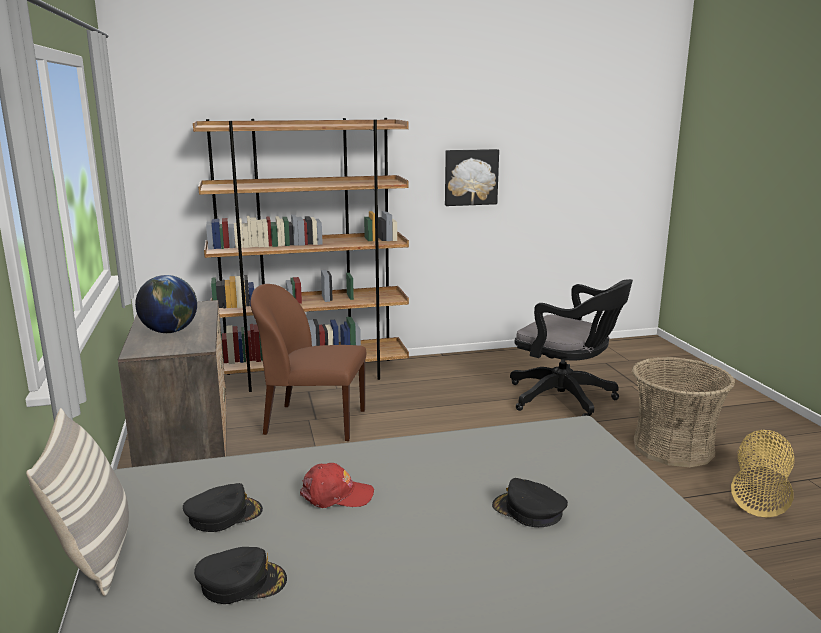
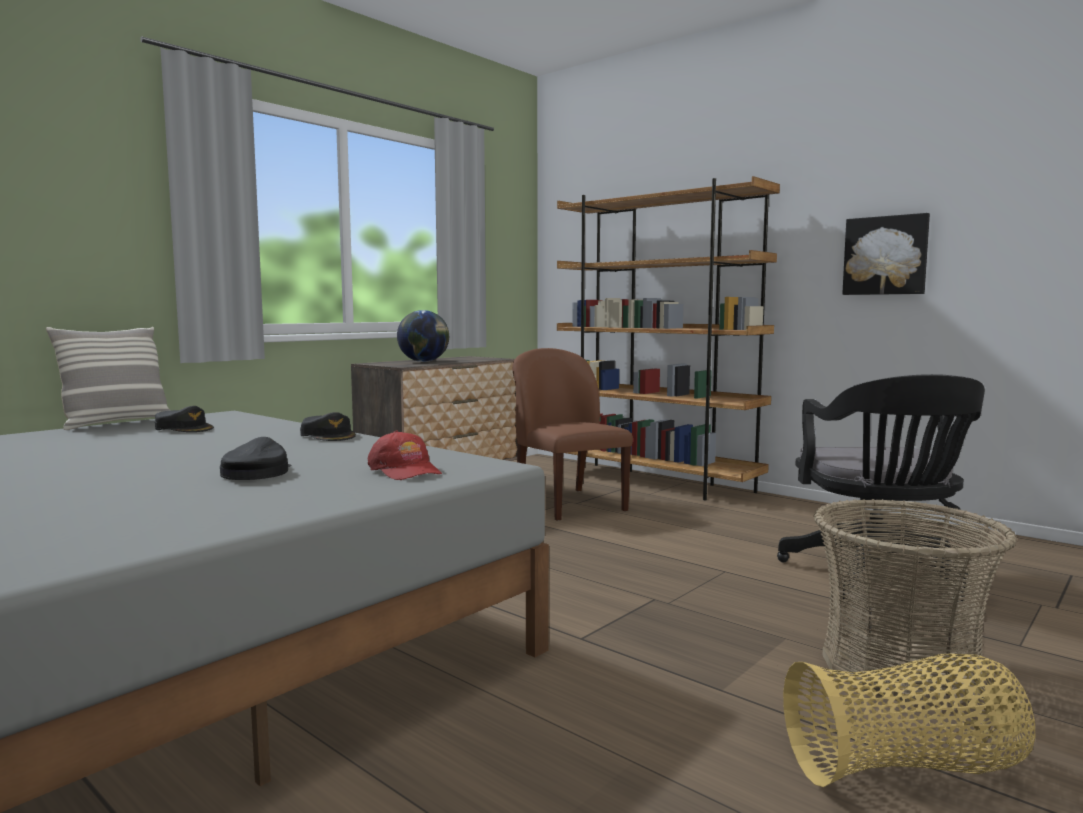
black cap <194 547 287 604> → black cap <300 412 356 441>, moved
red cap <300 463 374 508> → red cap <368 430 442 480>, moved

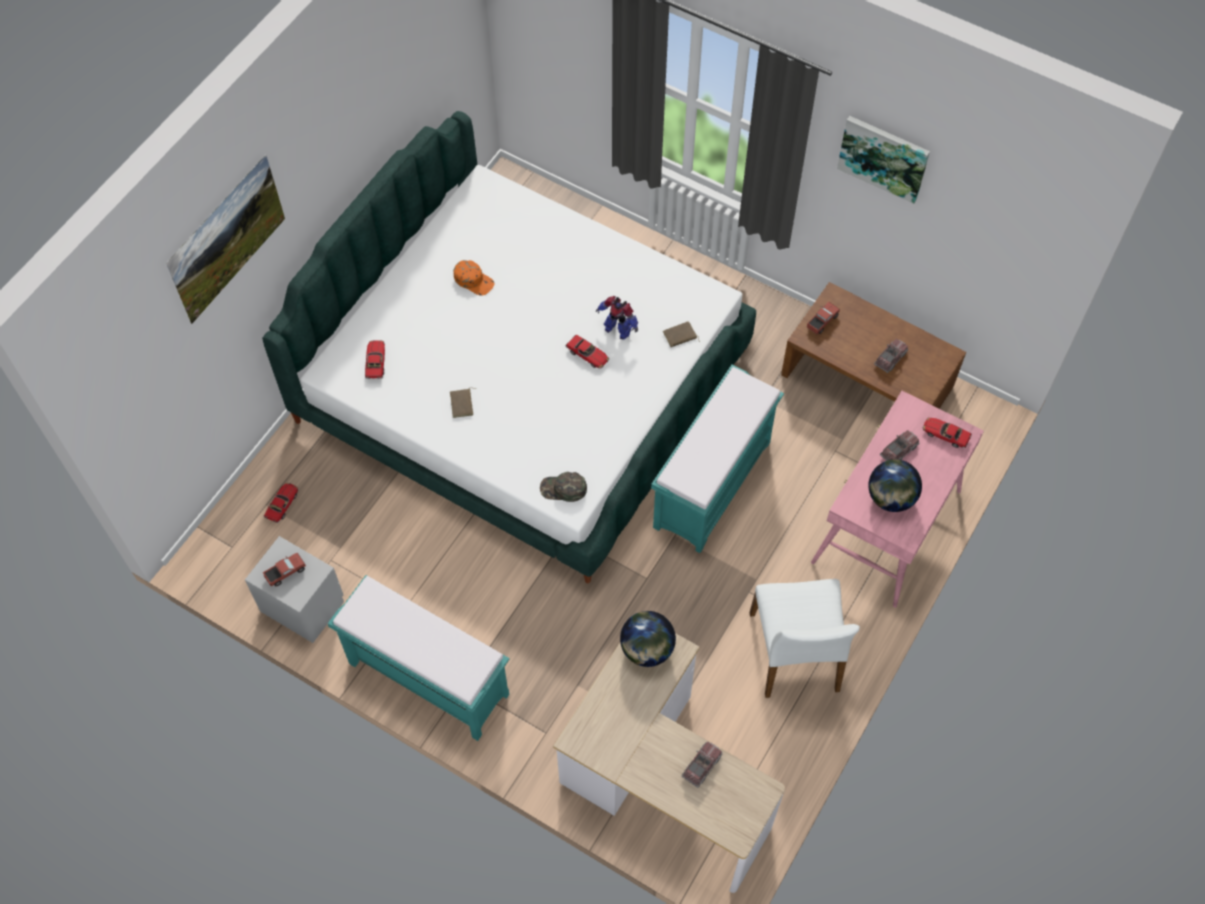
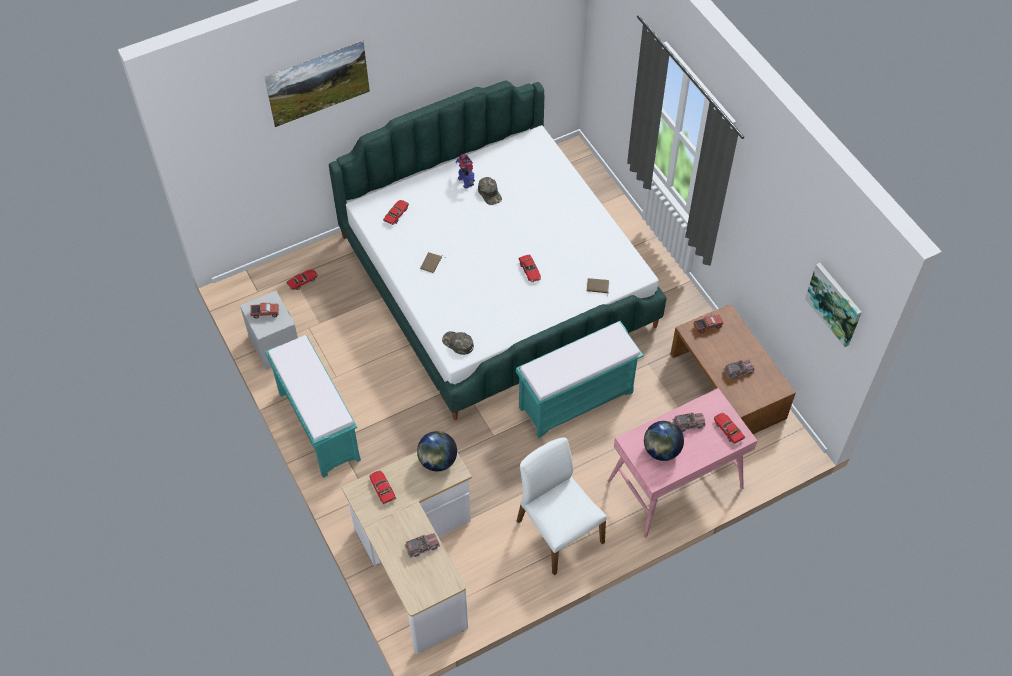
orange cap <454 260 495 296> → green cap <478 177 502 205>
toy robot <596 296 638 340> → toy robot <455 154 475 189>, moved
white chair <750 579 860 698> → white chair <517 437 607 575>, 120 degrees clockwise
picture <837 116 930 204> → picture <805 263 862 347>, moved
- → toy car <369 470 396 504>

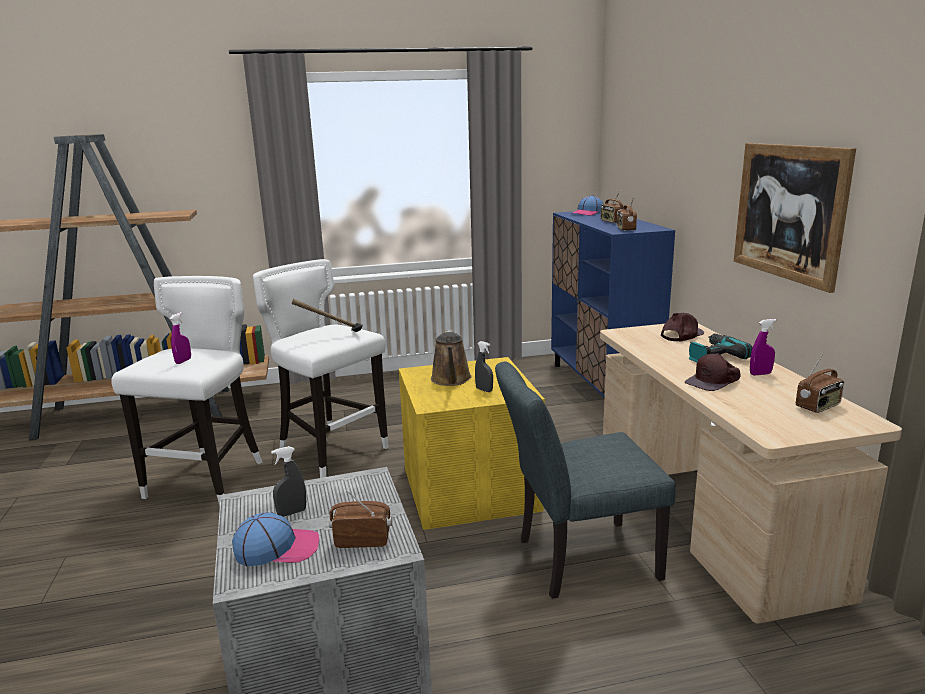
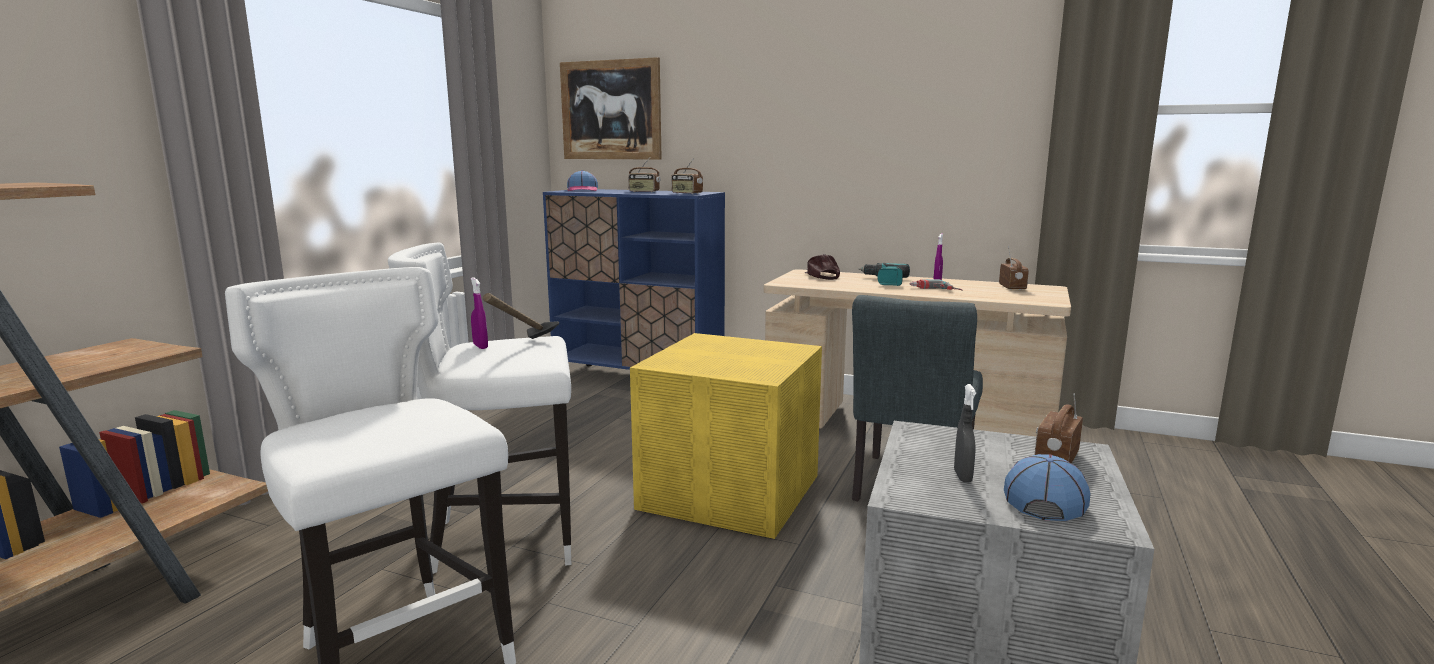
purple spray bottle <170 312 191 364> → purple spray bottle <471 277 488 349>, moved
brown watering can <431 330 472 386> → -
grey spray bottle <475 341 493 392> → -
brown cap <685 353 741 391> → power drill <910 279 963 291>
picture <733 143 856 293> → picture <560 57 662 160>, moved

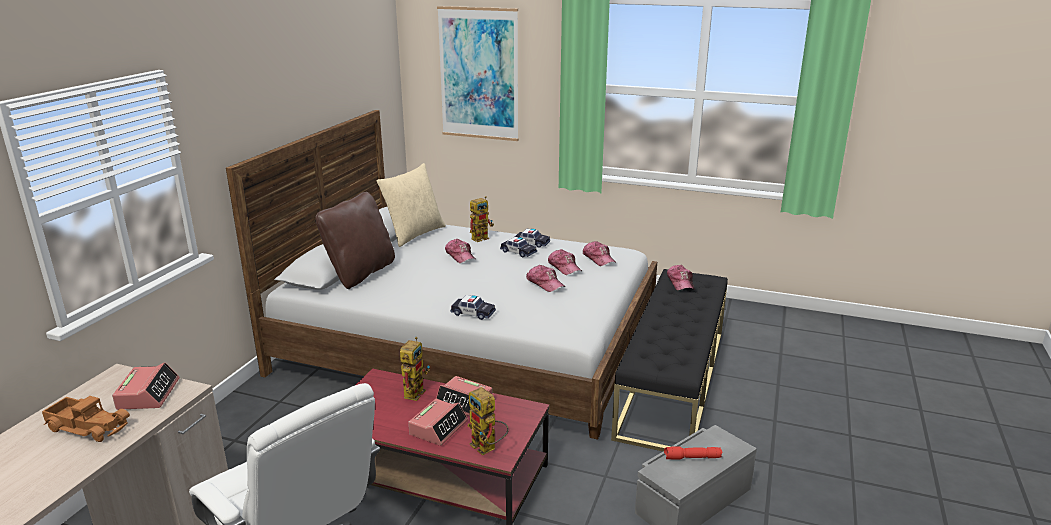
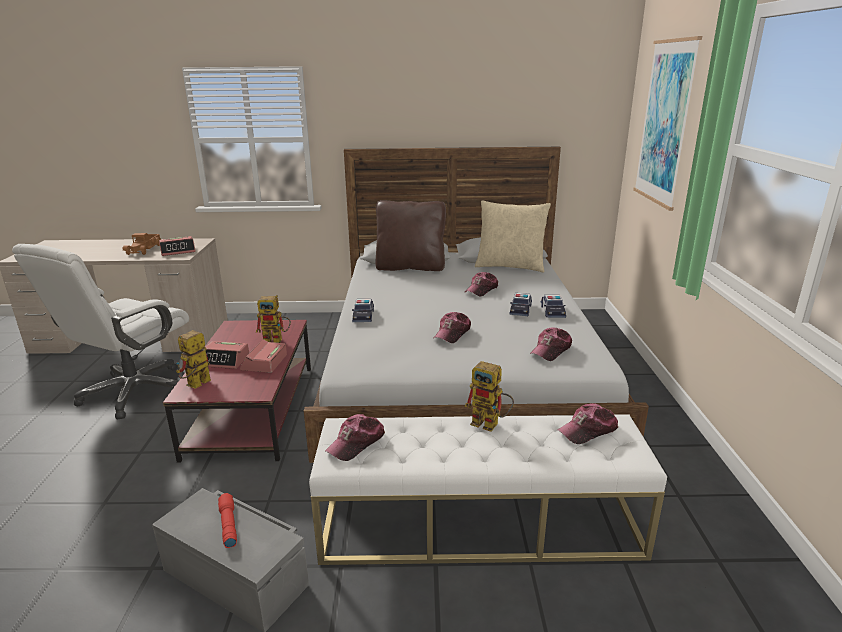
toy robot <470 196 494 242> → toy robot <465 361 514 432>, moved
cap <548 249 582 275> → cap <325 414 385 461>, moved
black bench <611 269 728 451> → white bench <309 414 667 565>

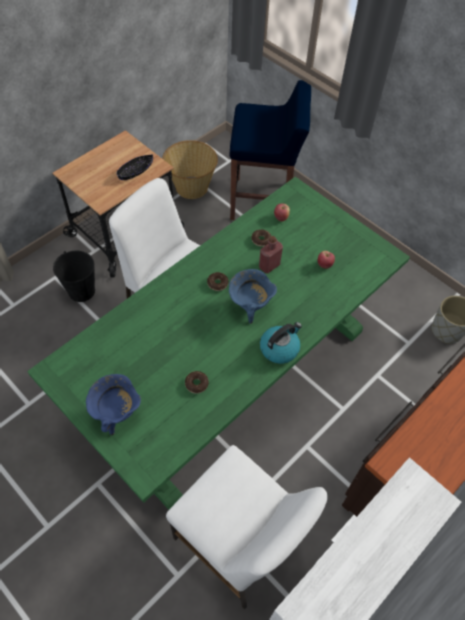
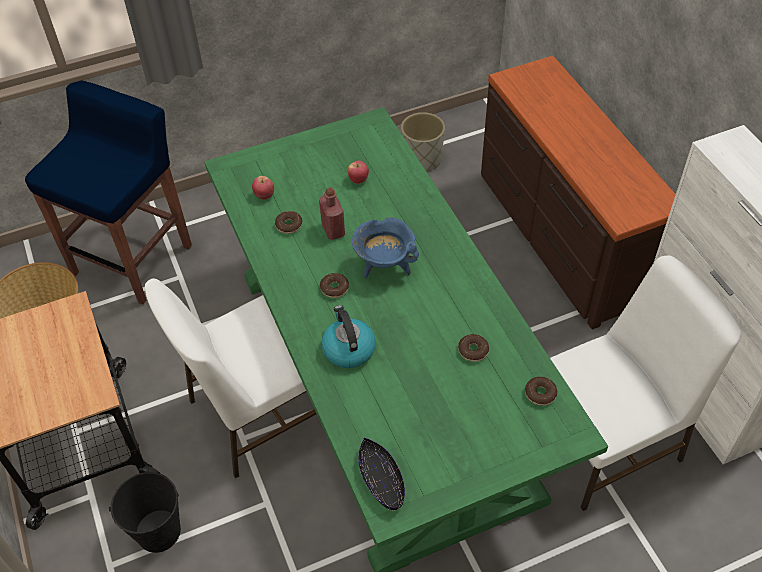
blue cooking pot <86 374 141 435> → -
black bowl <117 154 153 180> → black bowl <358 437 405 510>, moved
kettle <260 322 302 364> → kettle <321 305 376 368>, moved
- → donut <525 377 557 406>

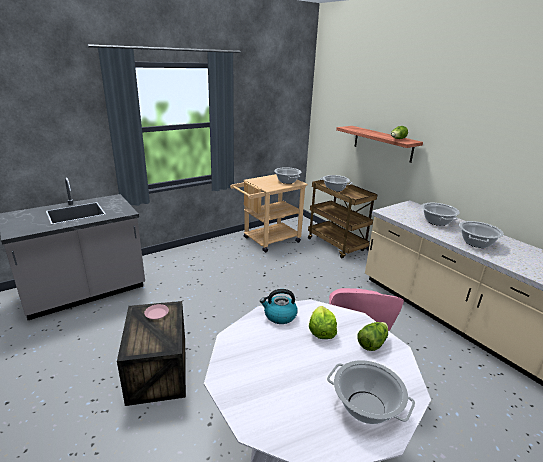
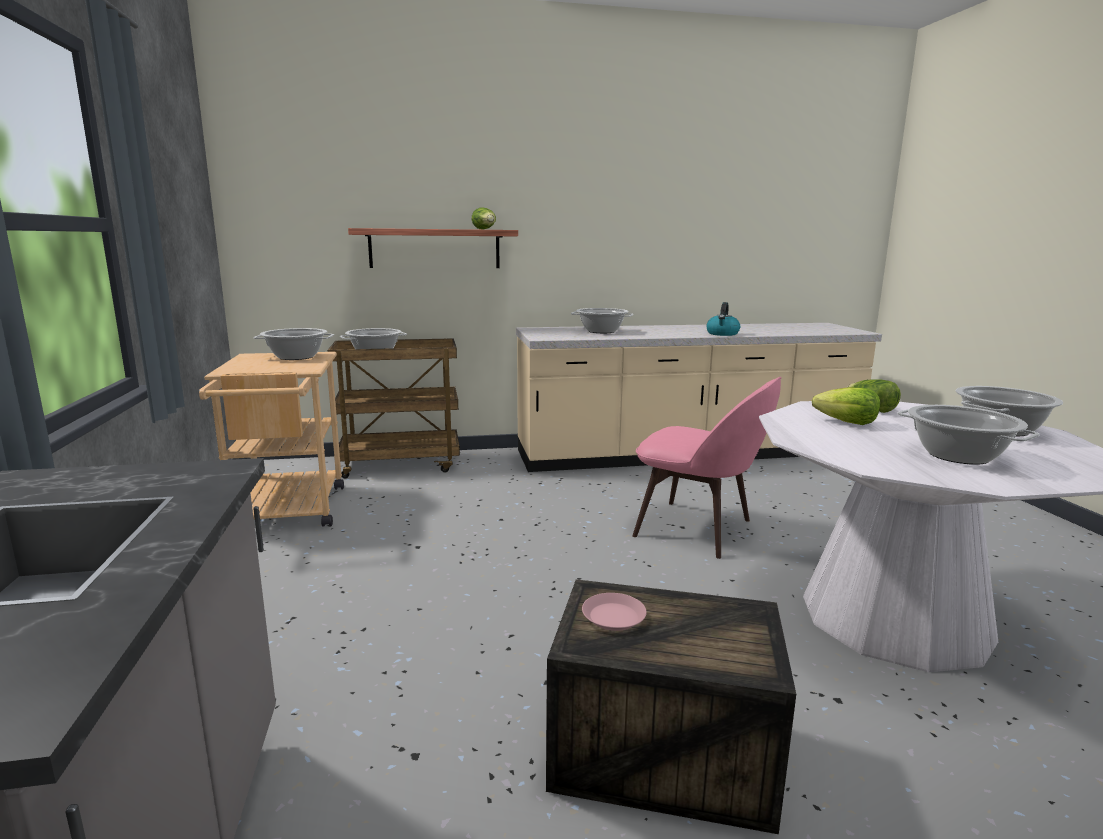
kettle <260 289 298 324> → kettle <706 302 740 336>, moved
cooking pot <459 221 504 248> → cooking pot <897 405 1040 465>, moved

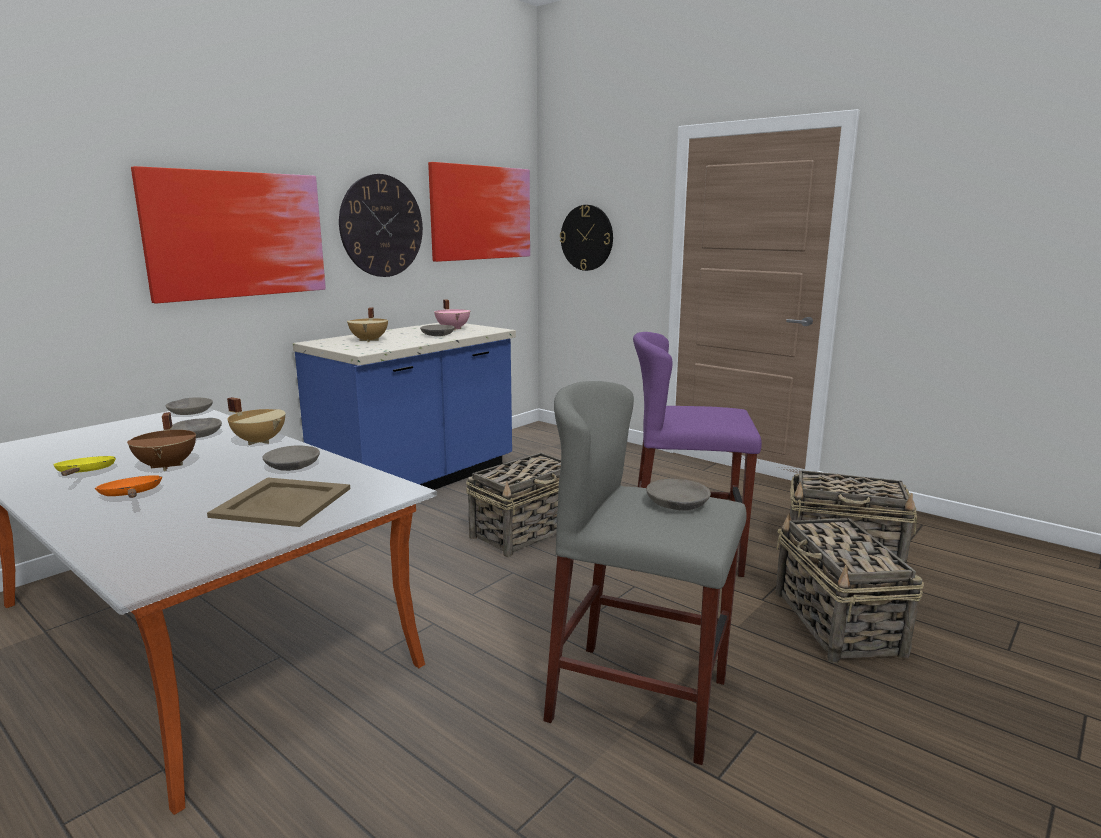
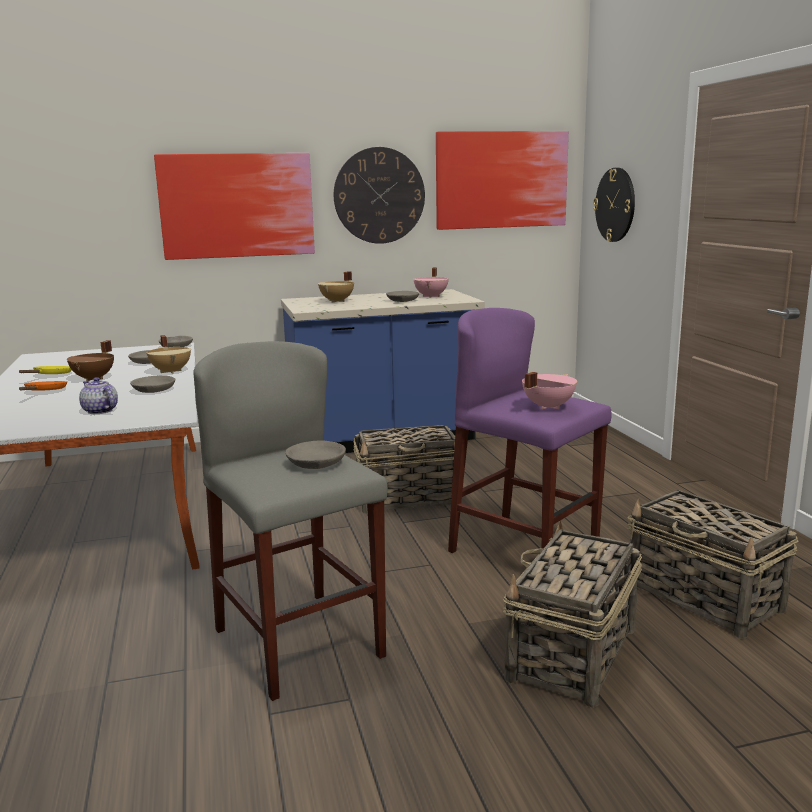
beige tray <207 477 350 527> → teapot <79 377 118 414>
- → pink cooking pot <522 372 577 410>

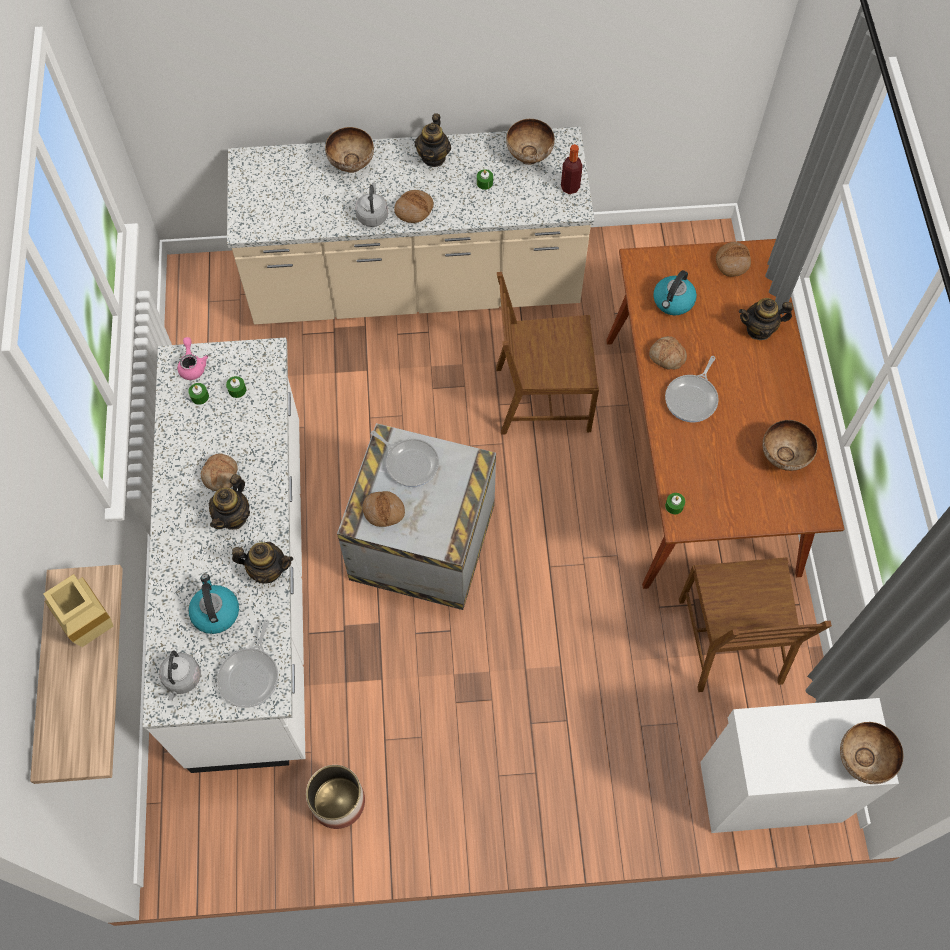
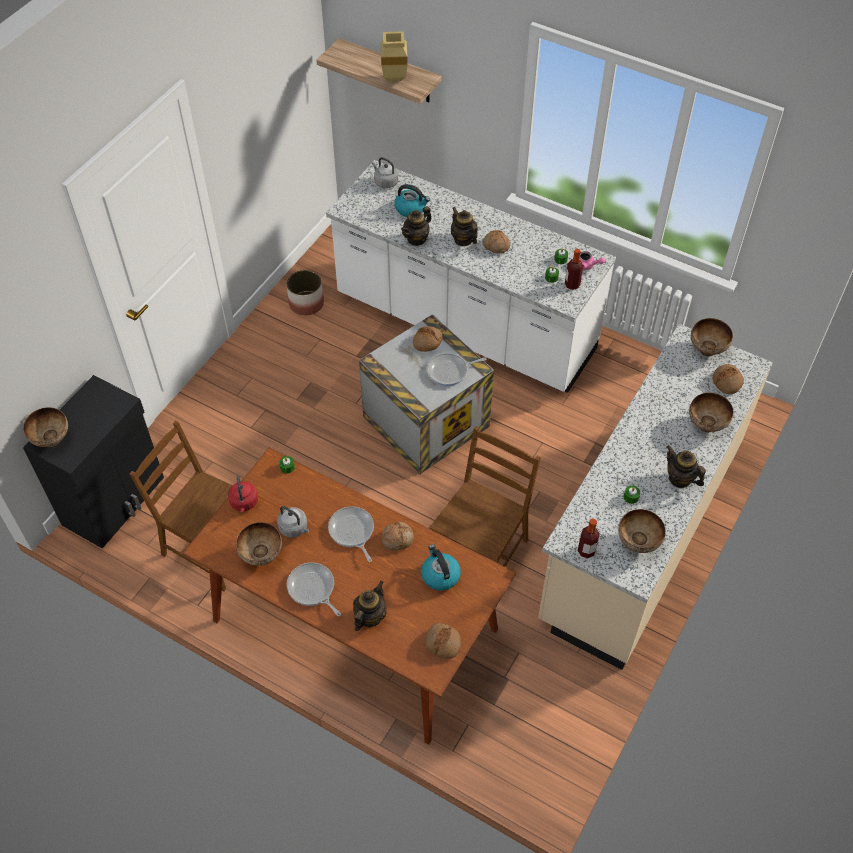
frying pan <217 620 278 708> → frying pan <287 562 341 616>, moved
grey kettle <355 182 388 227> → grey kettle <277 506 310 538>, moved
bread <394 190 434 223> → bread <712 364 744 395>, moved
white cabinet <700 698 899 833> → black cabinet <23 375 164 549>
- → red kettle <228 476 258 512>
- → bottle <565 249 583 290>
- → bowl <691 318 733 356>

